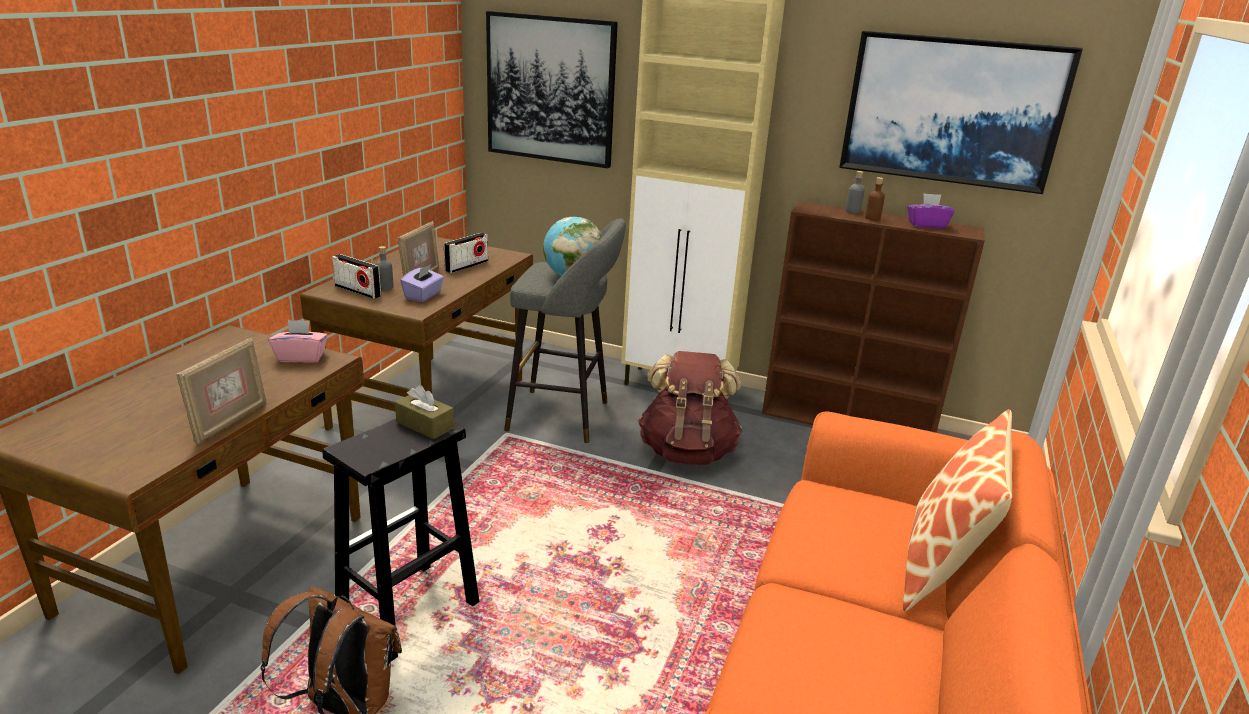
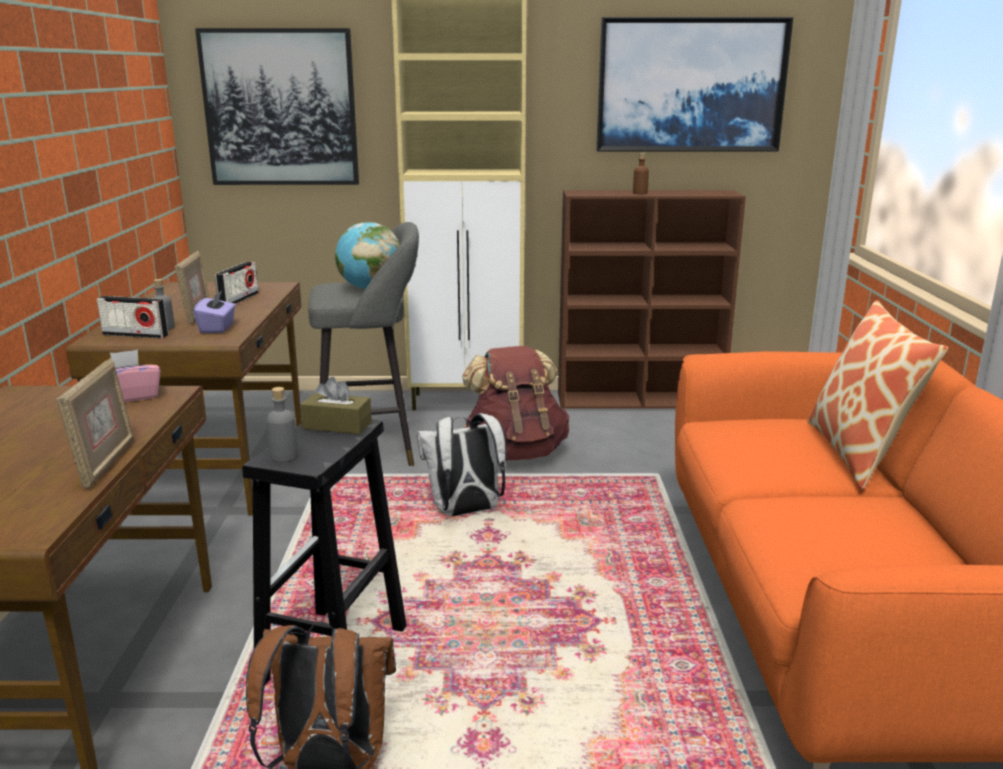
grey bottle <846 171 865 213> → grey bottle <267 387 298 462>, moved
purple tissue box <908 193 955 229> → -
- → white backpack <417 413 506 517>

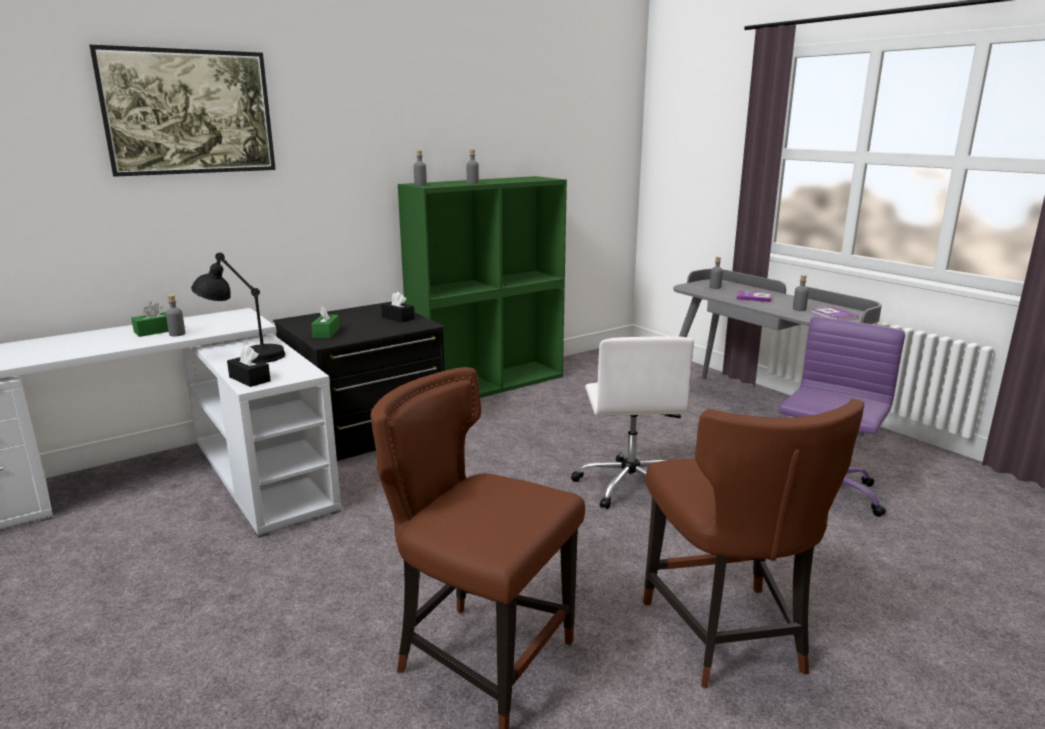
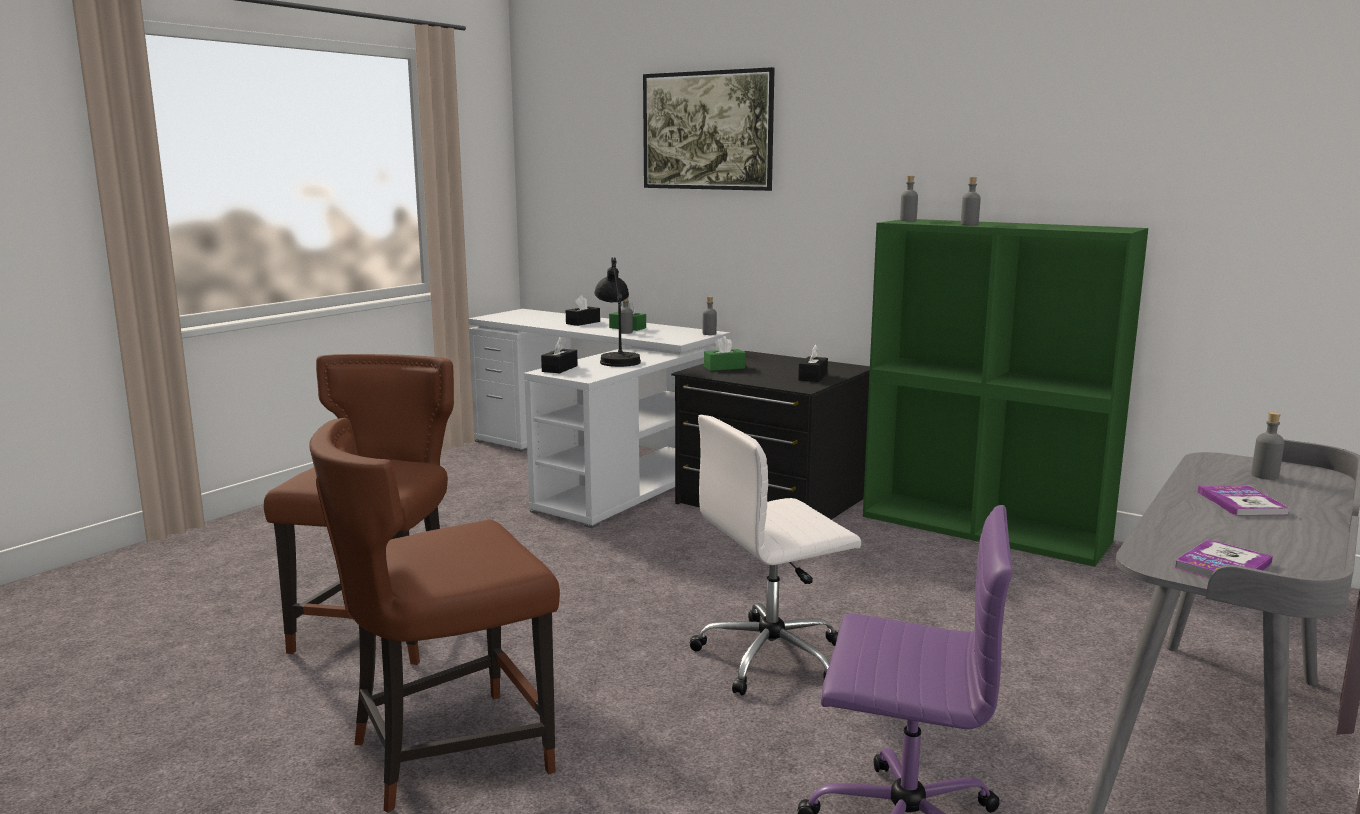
grey bottle <793 275 809 311> → grey bottle <703 297 717 335>, moved
- → black tissue box <566 295 600 326>

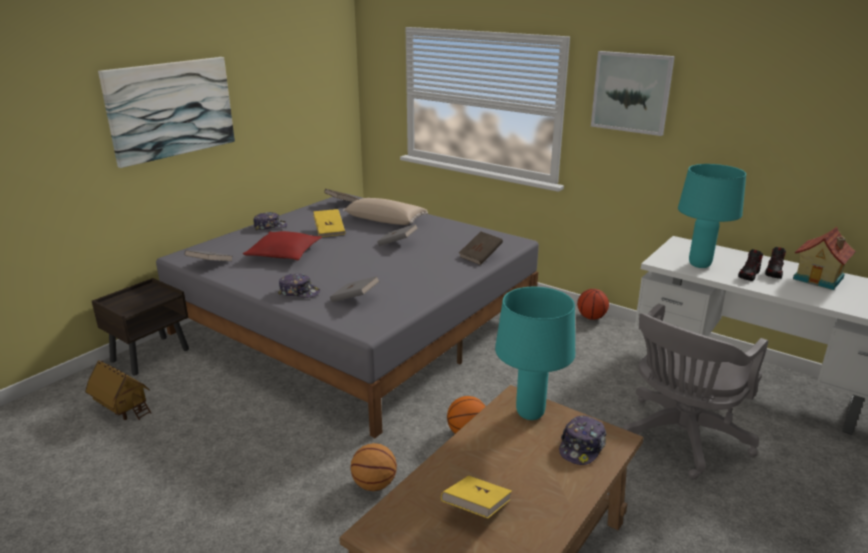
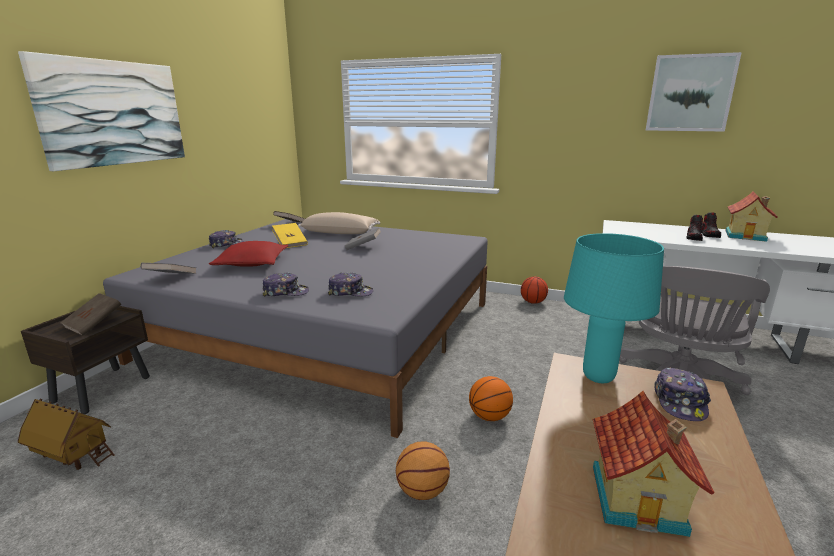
grey book <330 276 380 302> → cap <328 272 373 297>
yellow book <441 476 512 518> → toy house <593 391 715 537>
brown book <459 231 503 265> → brown book <60 293 121 336>, moved
picture <591 51 675 136> → picture <646 52 742 132>, moved
turquoise table lamp <678 164 746 268> → -

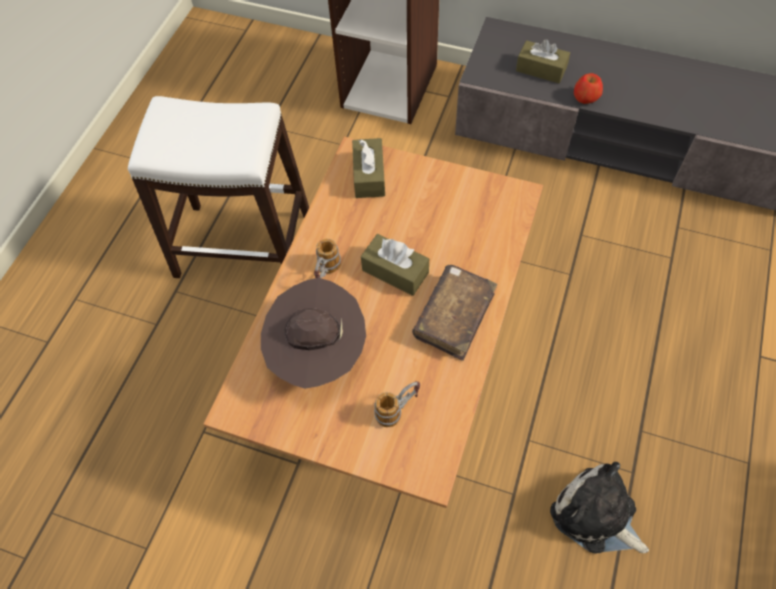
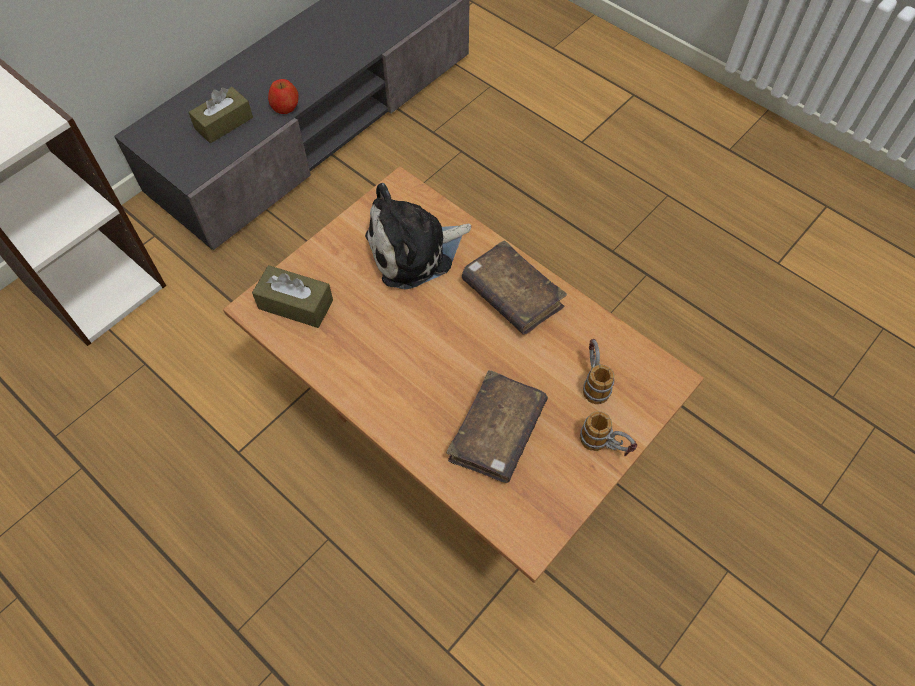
white stool <128 96 309 278> → -
brown hat <261 278 366 389> → brown book <446 370 548 483>
mug <314 239 341 278> → mug <580 411 637 456>, moved
brown tissue box <361 234 429 296> → -
plush toy <550 462 649 554> → plush toy <365 183 471 290>, moved

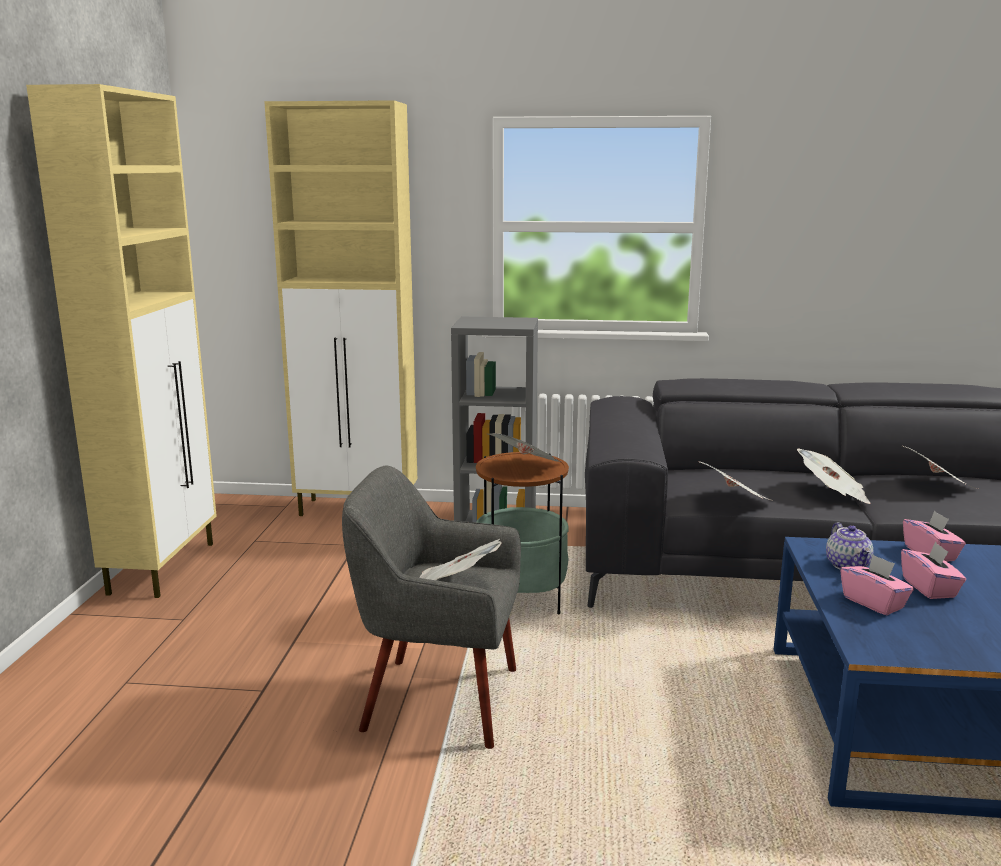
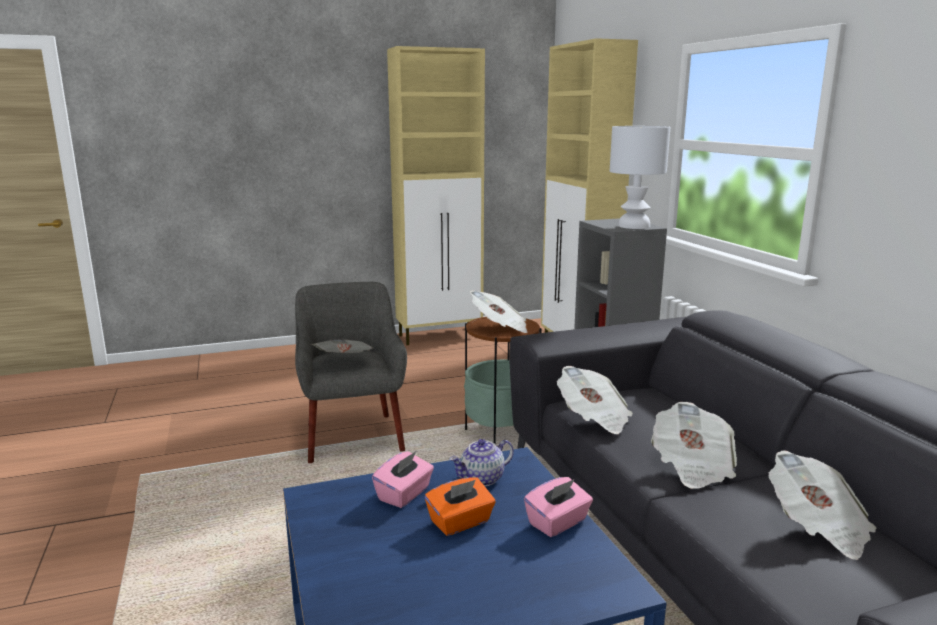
pink tissue box <901 542 966 599> → orange tissue box <425 477 496 536>
- → white table lamp <610 126 670 229>

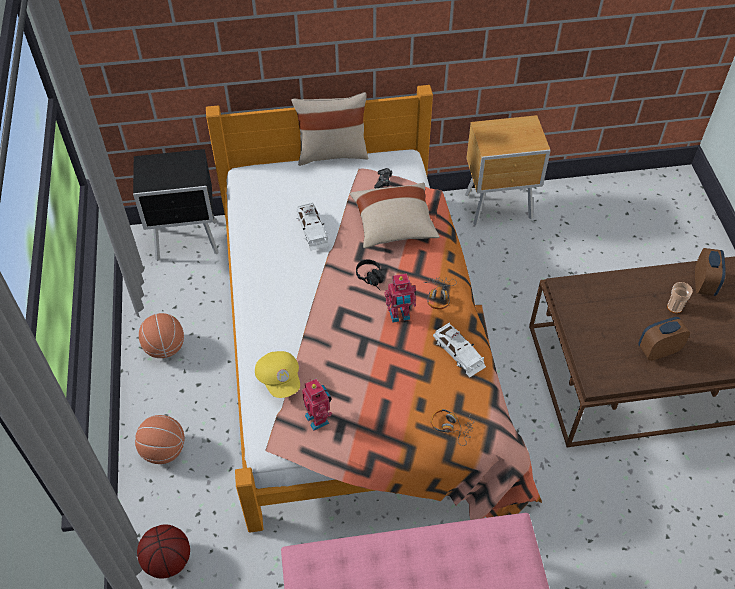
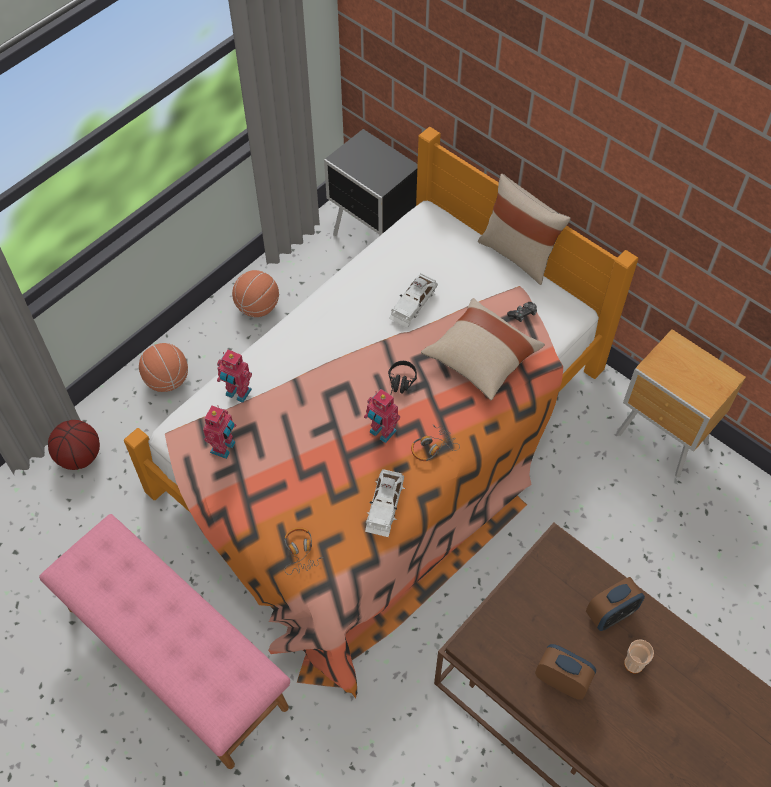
yellow cap <255 351 300 398> → toy robot <217 350 252 403>
alarm clock <695 248 726 296> → alarm clock <586 577 645 631>, moved

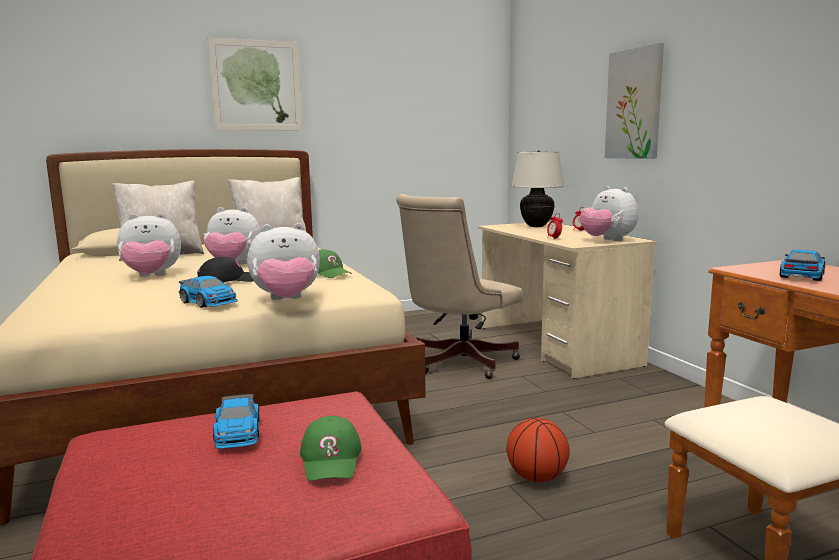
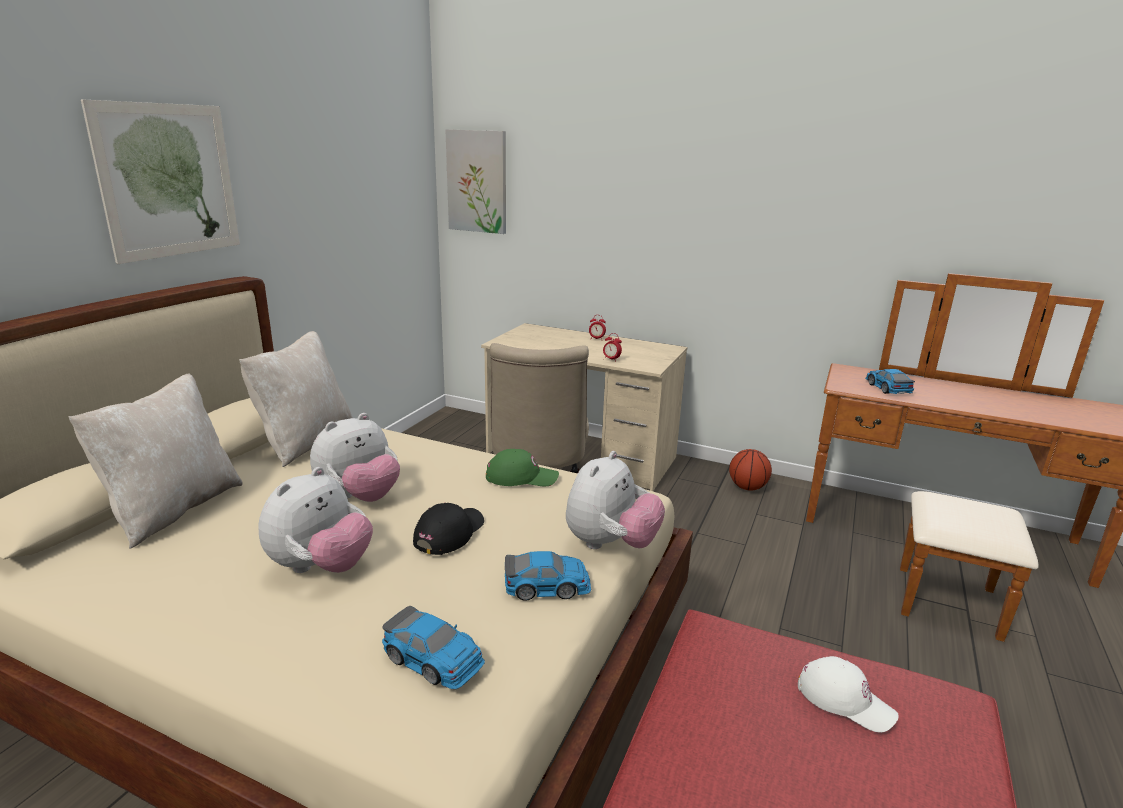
toy car <213 394 260 449> → toy car <382 606 485 689>, moved
green cap <300 416 362 481> → white cap <798 656 899 733>
basketball <506 417 570 482> → basketball <729 449 772 491>, moved
beige table lamp <511 150 564 227> → -
plush toy <580 186 638 241> → -
picture <605 43 664 159> → picture <445 129 506 234>, moved

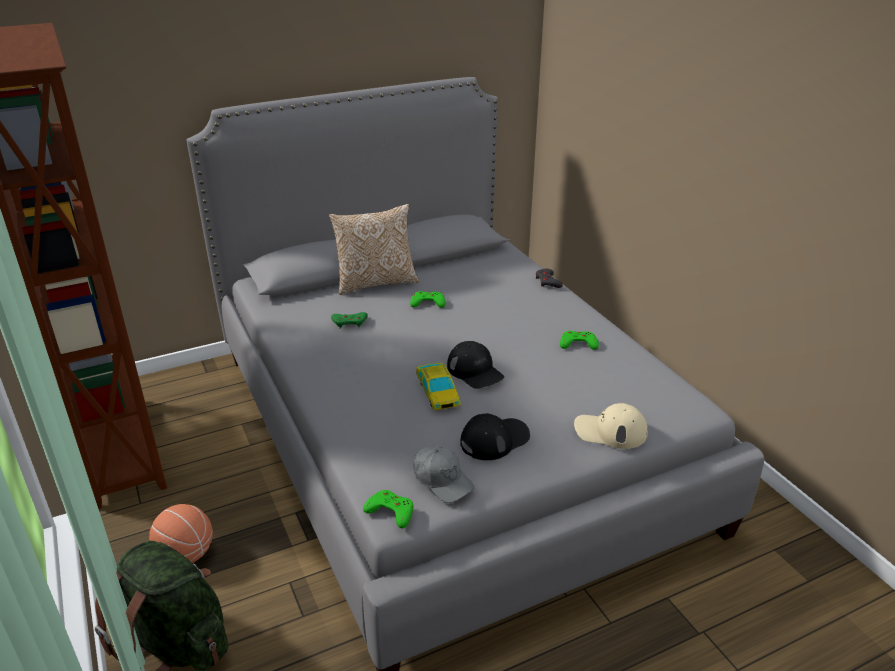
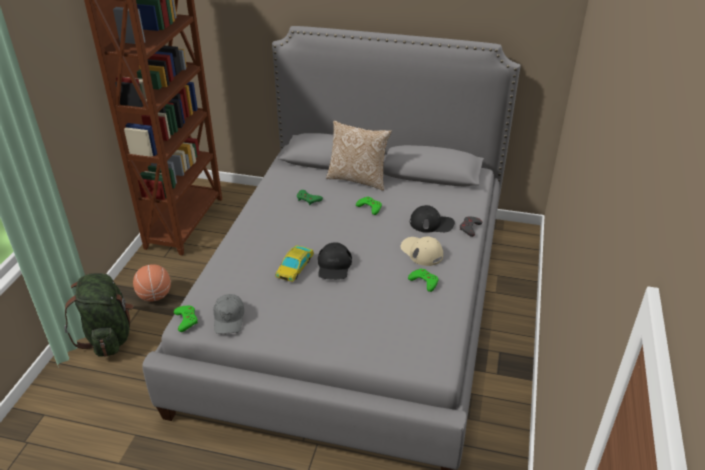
black cap <460 413 530 460> → black cap <410 205 455 233>, moved
beige cap <574 403 648 449> → beige cap <401 237 443 266>, moved

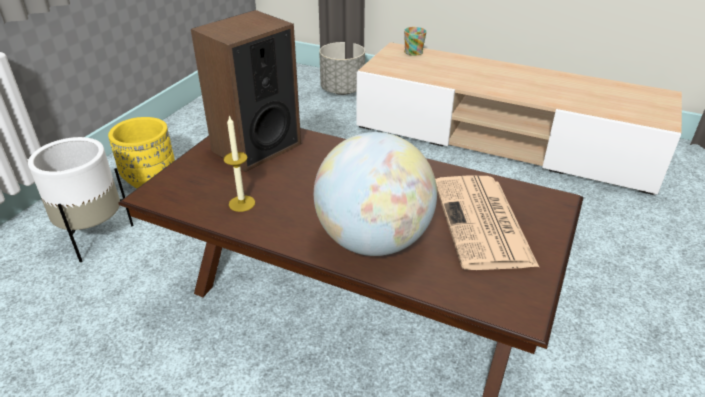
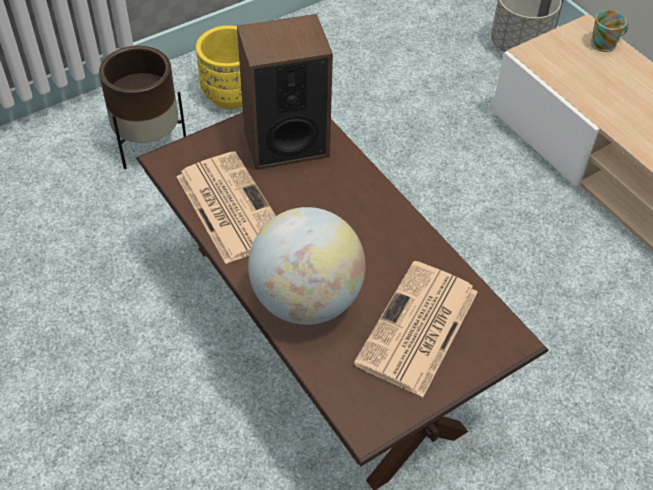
white planter <28 137 134 262> → brown planter <99 46 186 169>
candle <223 115 255 212> → newspaper <176 151 276 264>

